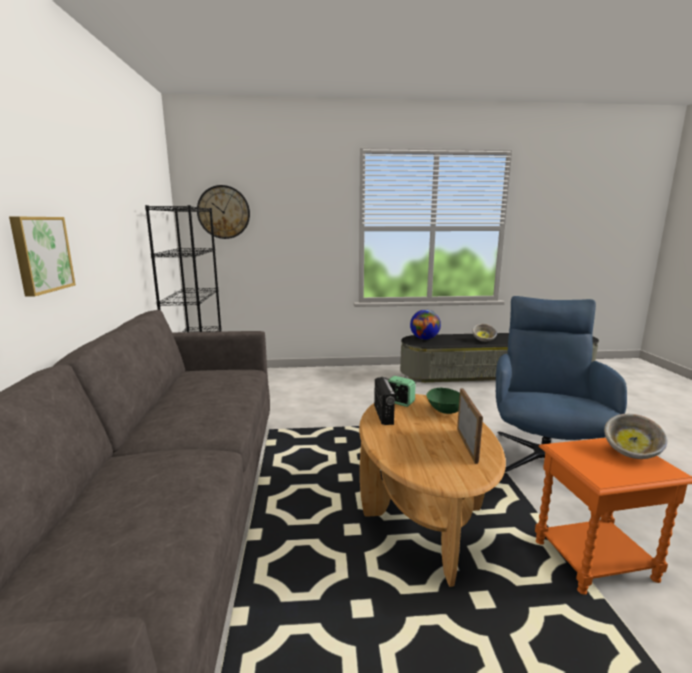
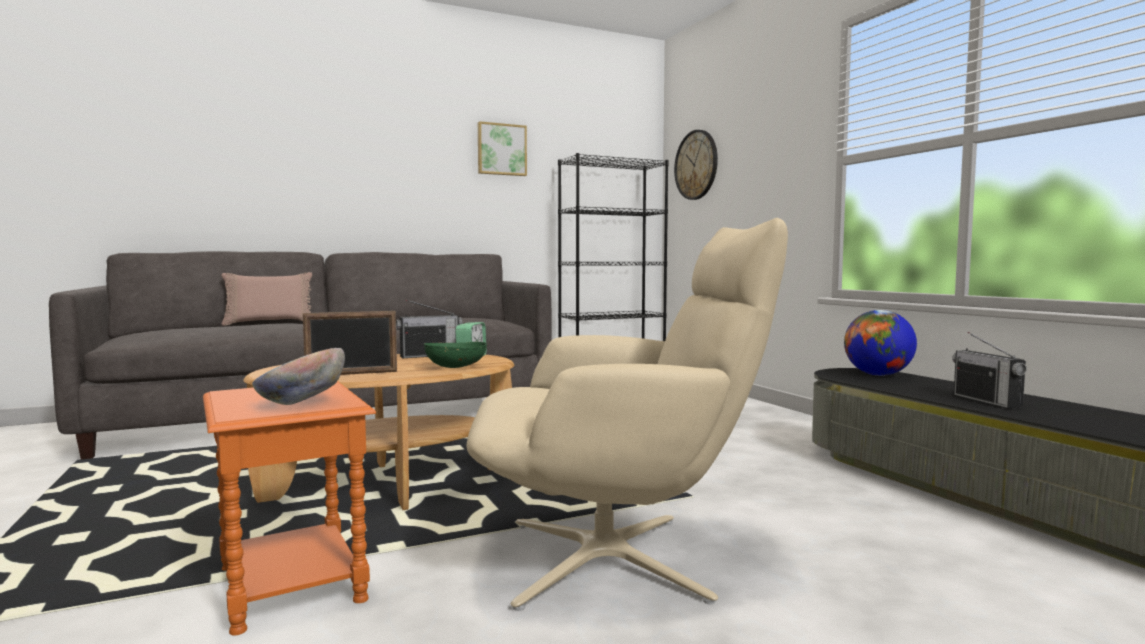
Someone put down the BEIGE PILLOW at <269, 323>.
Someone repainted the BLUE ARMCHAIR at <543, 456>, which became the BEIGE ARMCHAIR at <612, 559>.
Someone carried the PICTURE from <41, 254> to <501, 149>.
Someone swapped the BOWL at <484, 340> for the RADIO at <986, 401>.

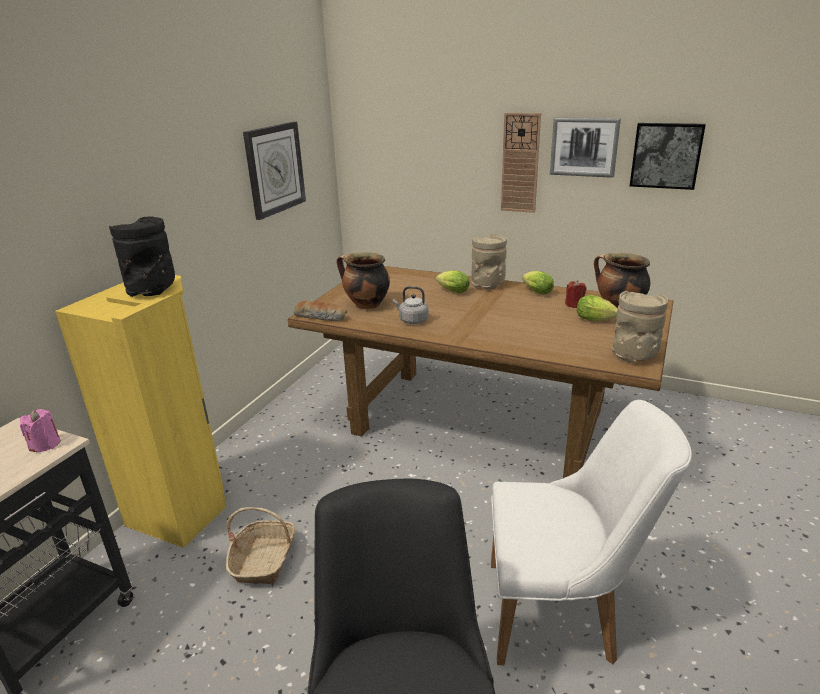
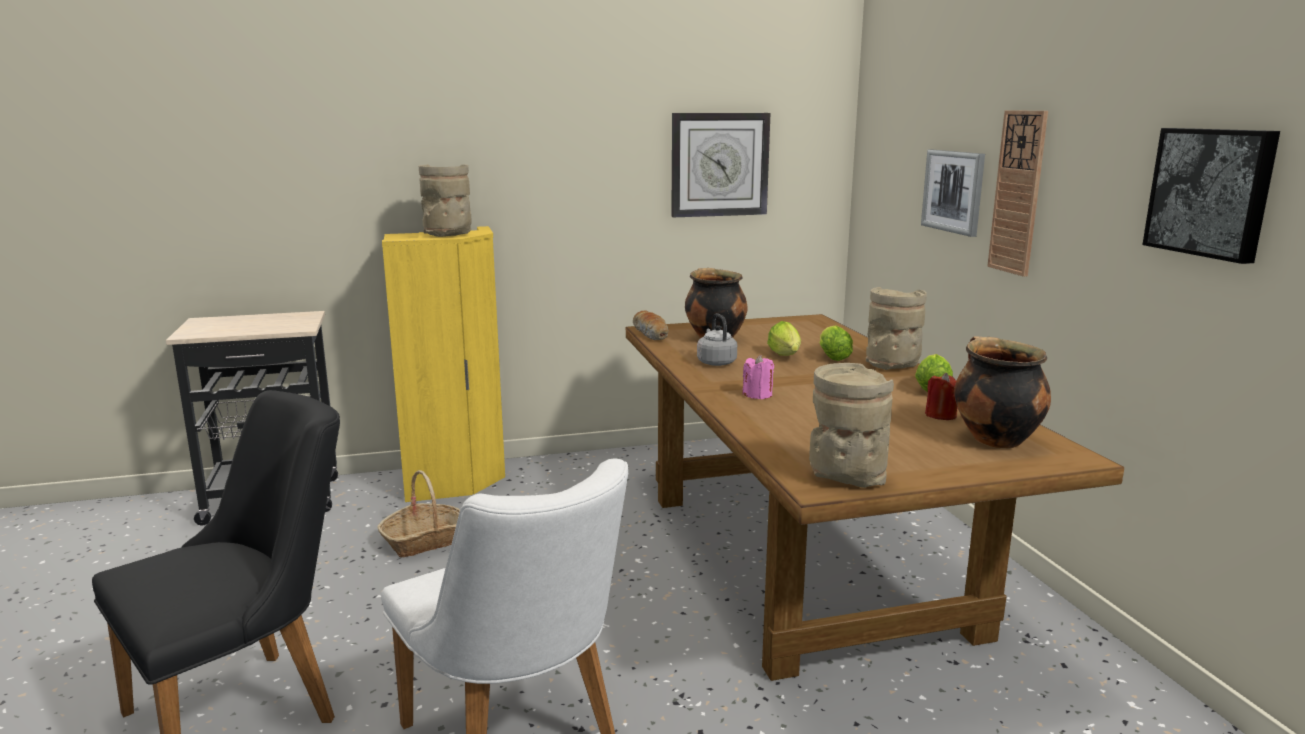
Someone repainted the BLACK VASE at <152, 291>, which became the BEIGE VASE at <447, 235>.
Someone carried the PINK CANDLE from <45, 444> to <757, 395>.
Someone carried the LETTUCE from <596, 320> to <786, 356>.
Someone carried the PICTURE from <584, 147> to <953, 191>.

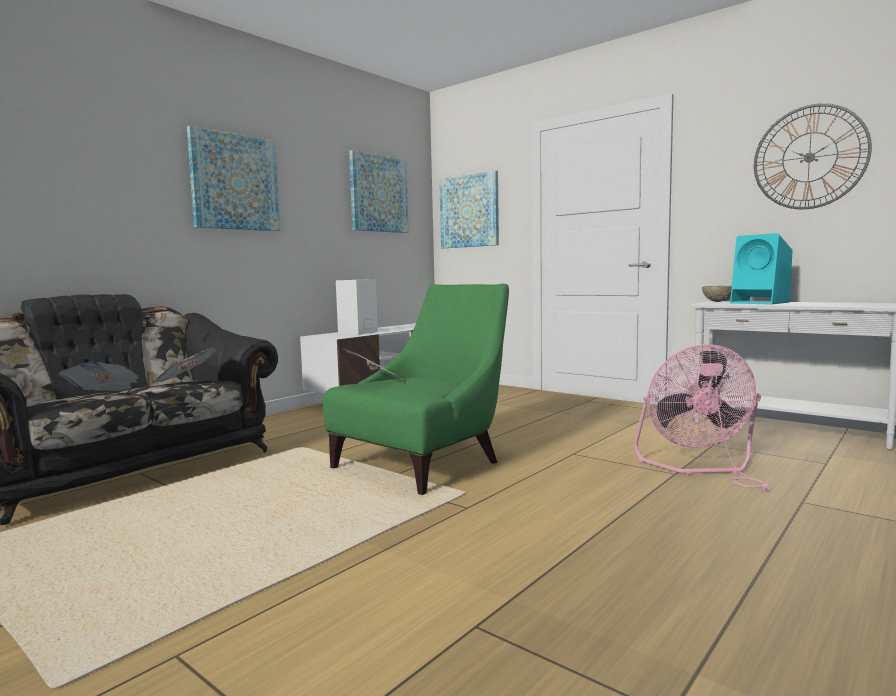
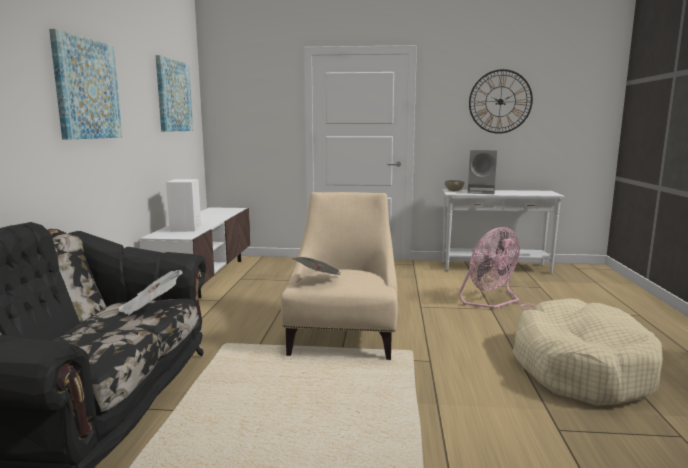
Someone repainted the GREEN ARMCHAIR at <426, 461>, which became the BEIGE ARMCHAIR at <344, 333>.
Someone repainted the TURQUOISE SPEAKER at <761, 303>, which became the GREY SPEAKER at <482, 192>.
Someone put down the BEIGE DOG BED at <580, 367>.
Someone took away the NEWSPAPER at <105, 396>.
Someone took away the PICTURE at <469, 211>.

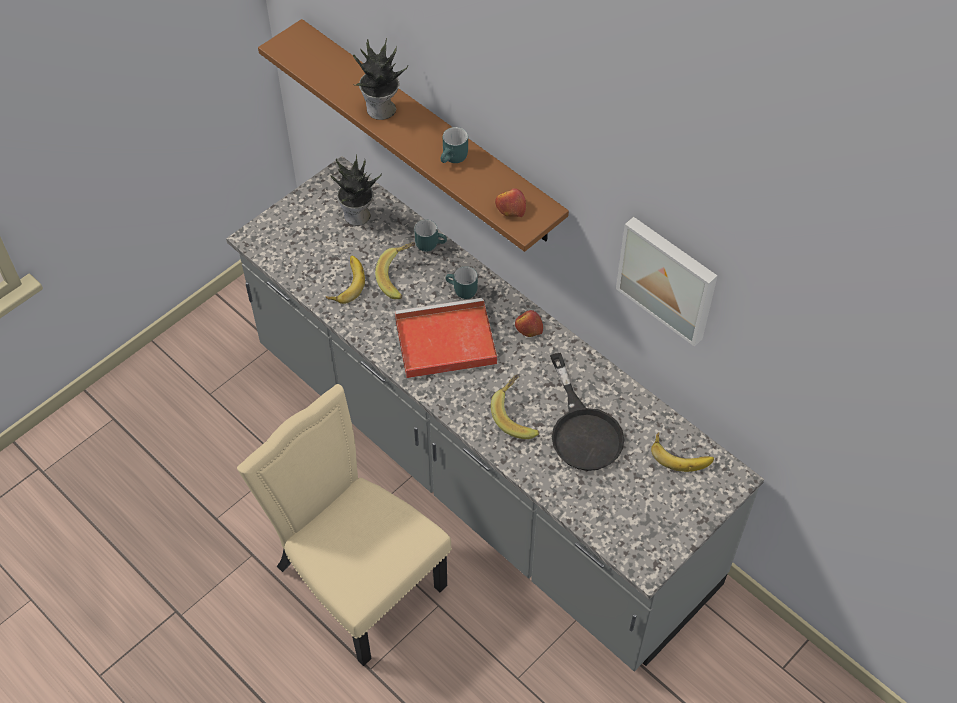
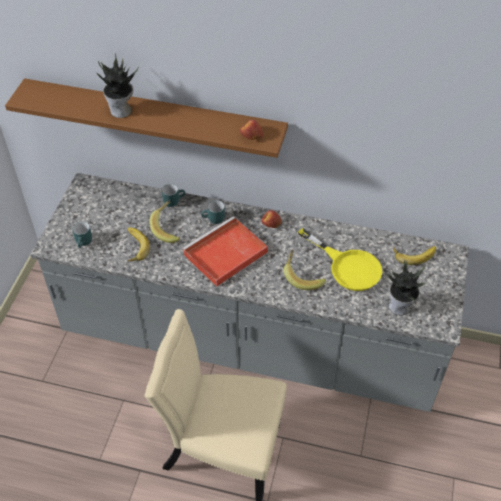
Someone carried the TURQUOISE MUG from <454, 159> to <84, 242>.
Someone repainted the BLACK FRYING PAN at <583, 430>, which became the YELLOW FRYING PAN at <348, 266>.
Someone carried the POTTED PLANT from <357, 216> to <400, 307>.
Someone took away the PICTURE at <668, 278>.

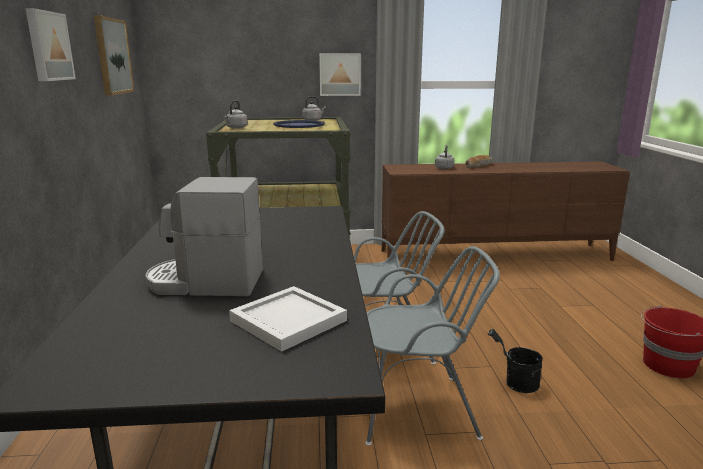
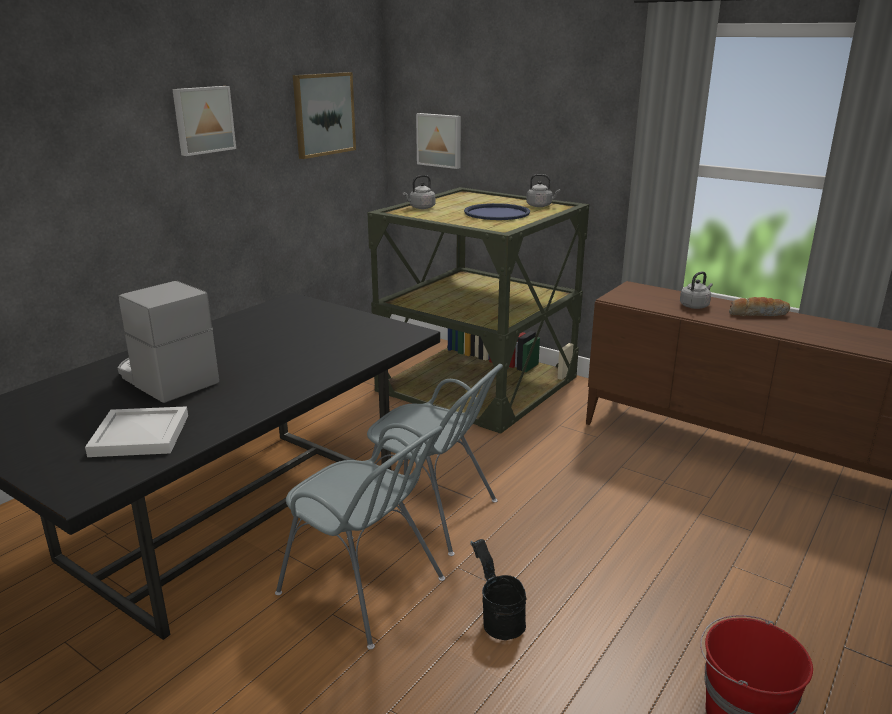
Someone carried the PICTURE from <340, 74> to <440, 140>.

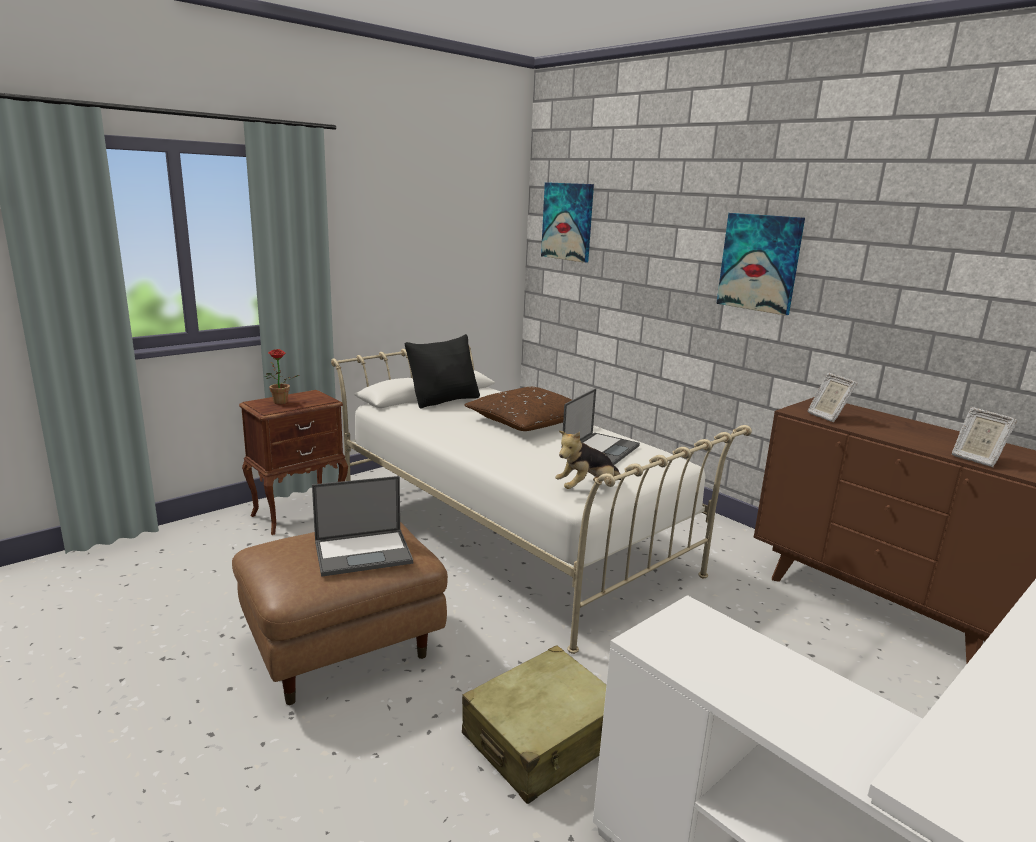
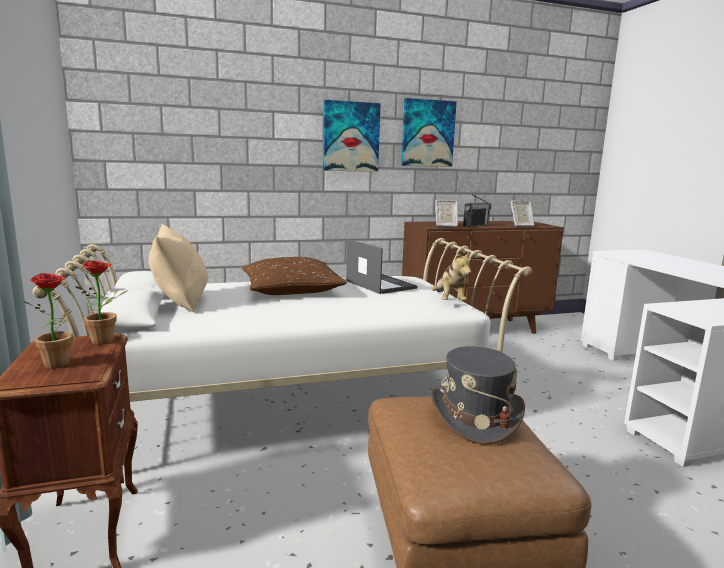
Someone put down the POTTED PLANT at <107, 341>.
Someone repainted the BLACK PILLOW at <444, 400>, which became the BEIGE PILLOW at <181, 302>.
Someone carried the PICTURE from <568, 221> to <427, 133>.
Someone swapped the LAPTOP at <364, 552> for the GREY HAT at <474, 416>.
Someone put down the RADIO at <476, 225>.
Someone took away the BEIGE SUITCASE at <542, 739>.

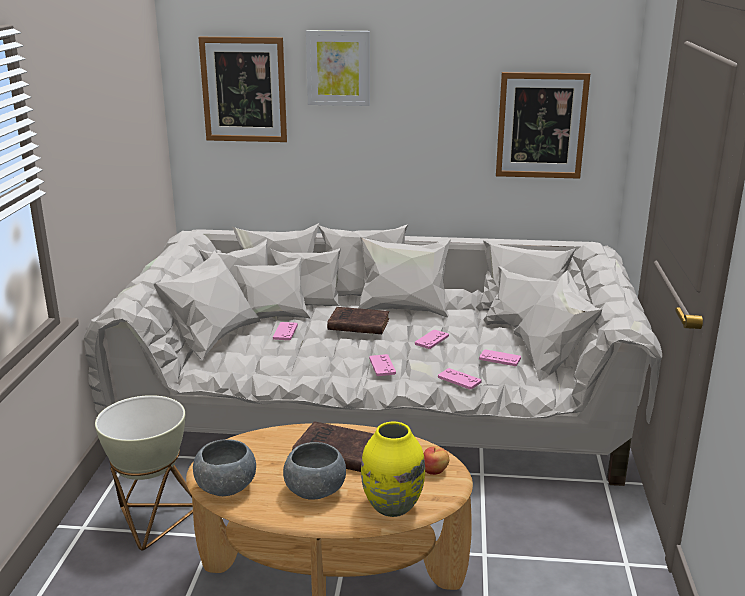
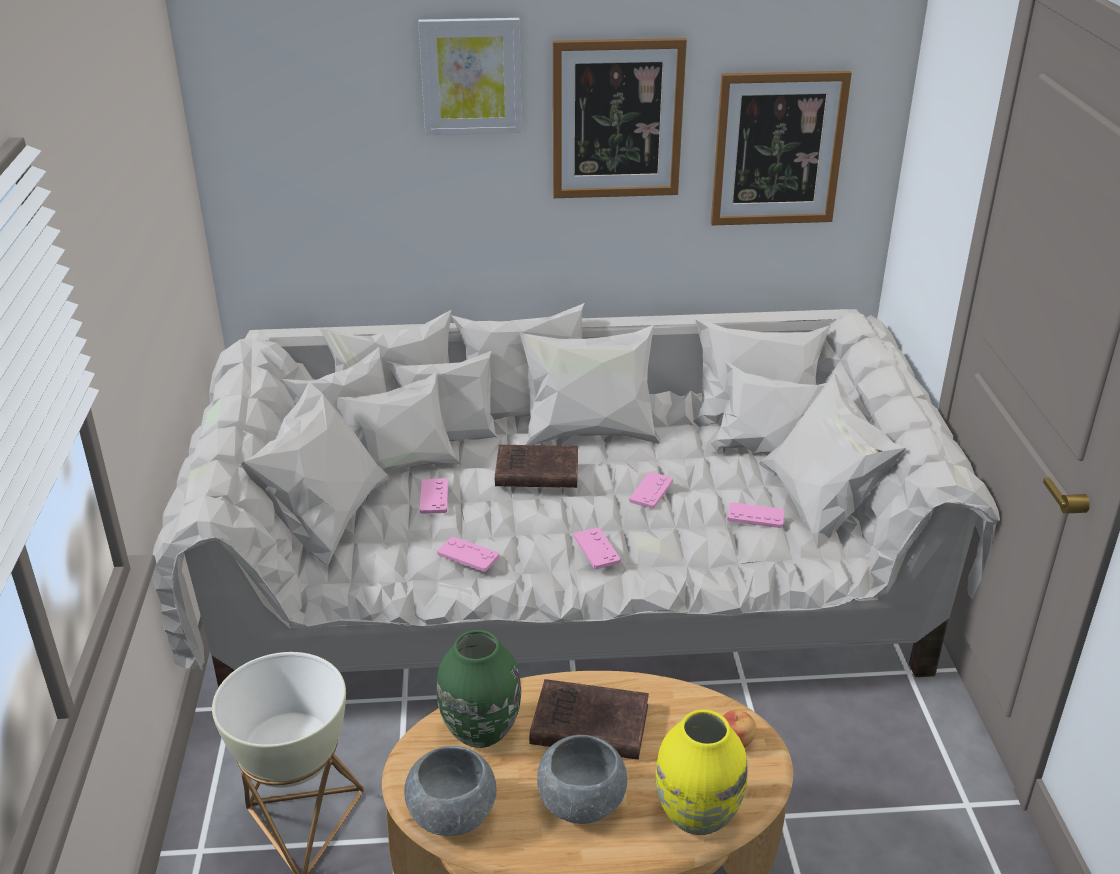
Someone carried the PINK GAME CONTROLLER from <459, 379> to <468, 555>.
Someone put down the GREEN VASE at <480, 730>.
Someone carried the PICTURE from <244, 90> to <617, 119>.

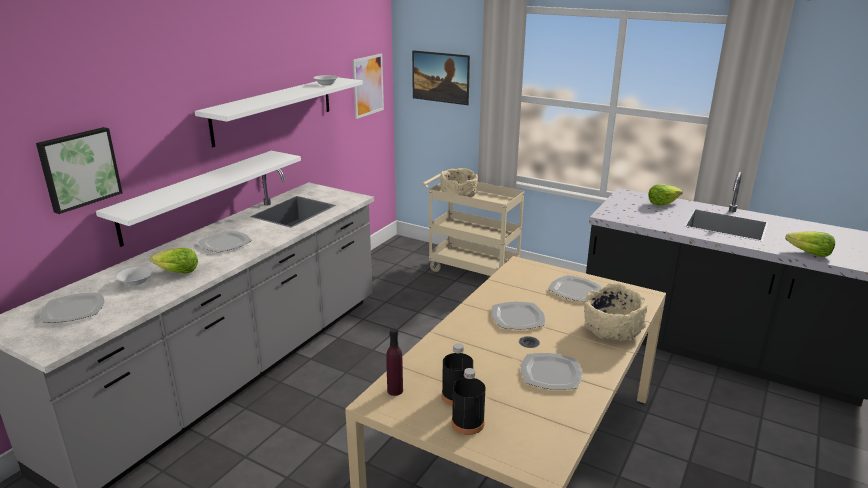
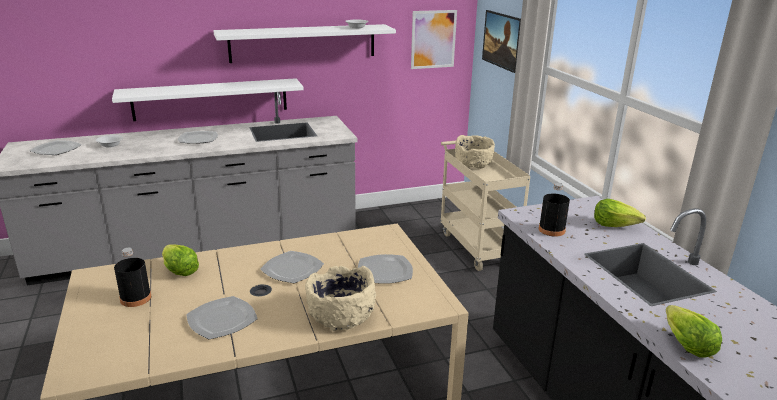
Someone carried the LETTUCE from <177, 272> to <179, 270>.
Someone carried the BLACK BOTTLE from <468, 423> to <551, 230>.
Someone took away the PICTURE at <79, 168>.
Someone took away the PURPLE BOTTLE at <395, 390>.

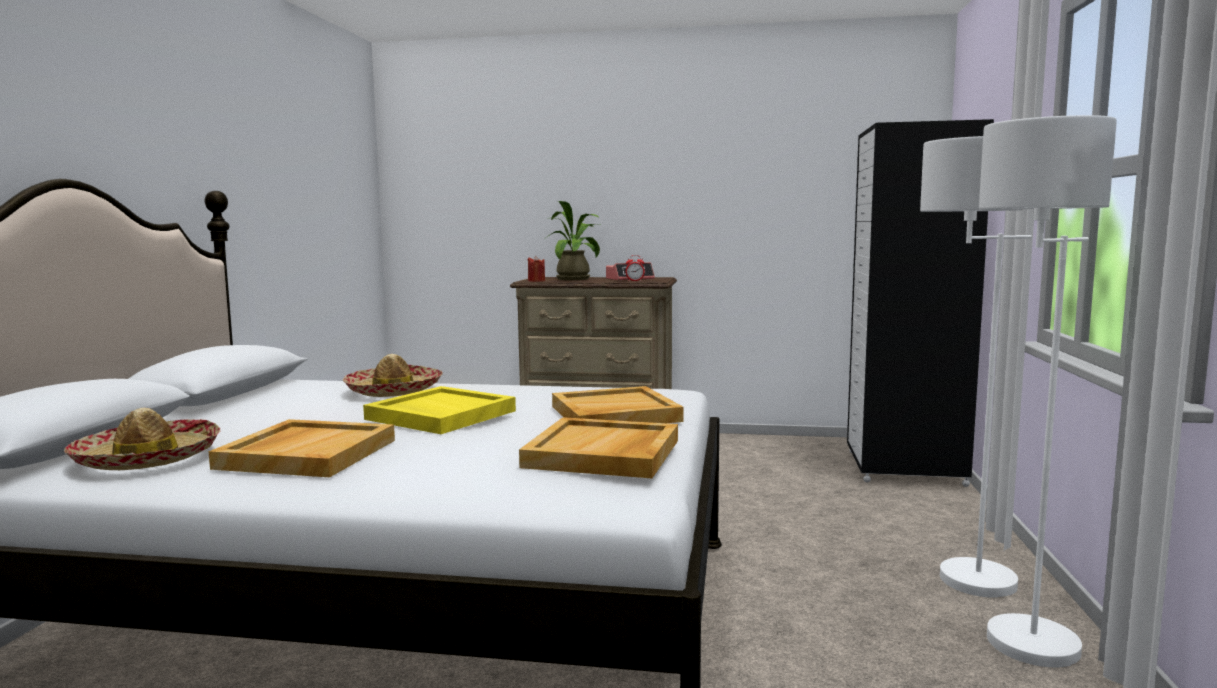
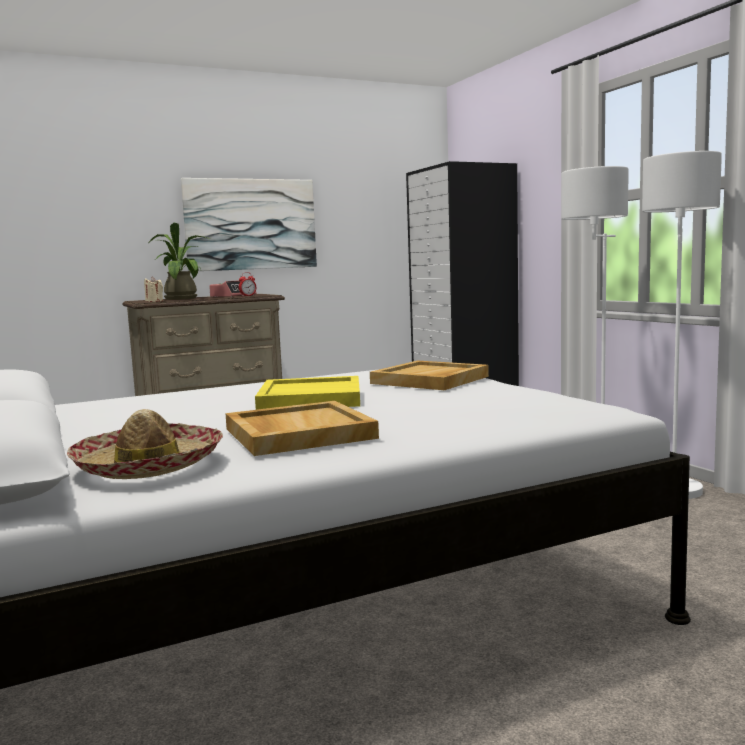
Someone repainted the RED CANDLE at <536, 281>, which became the BEIGE CANDLE at <154, 301>.
Someone put up the PICTURE at <251, 224>.
Someone took away the HAT at <393, 391>.
Someone took away the BEIGE TRAY at <604, 454>.

